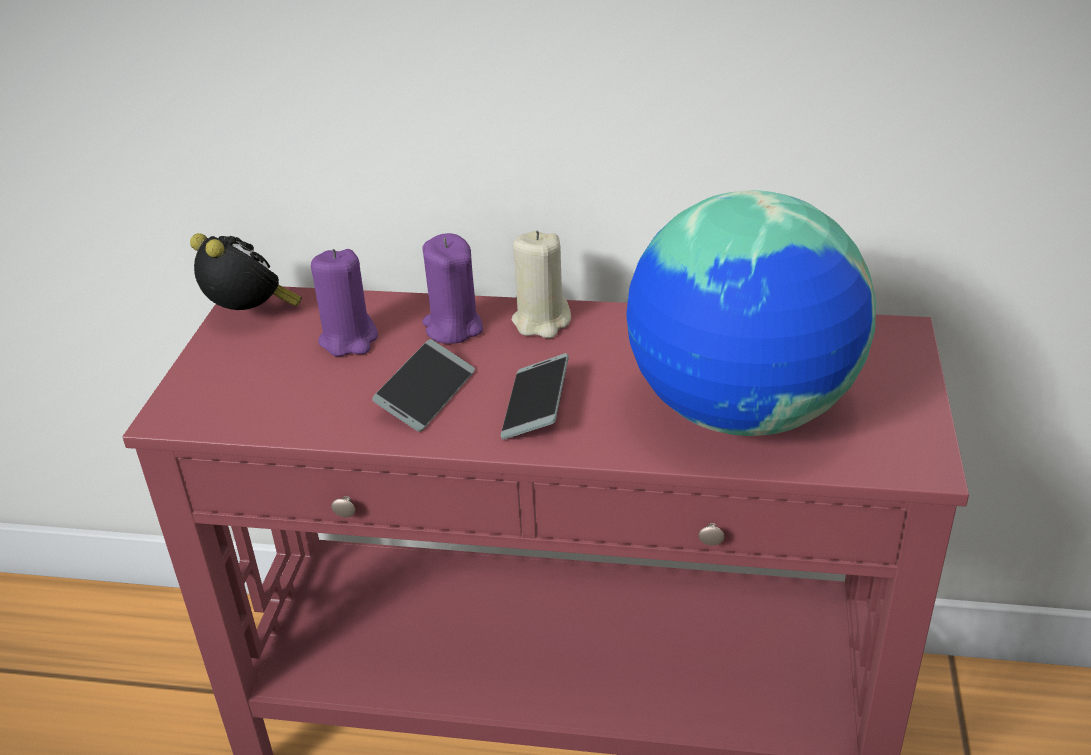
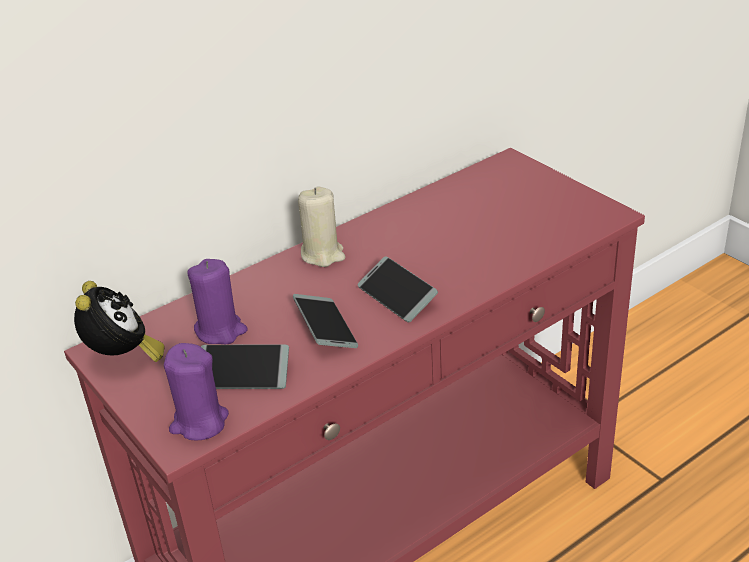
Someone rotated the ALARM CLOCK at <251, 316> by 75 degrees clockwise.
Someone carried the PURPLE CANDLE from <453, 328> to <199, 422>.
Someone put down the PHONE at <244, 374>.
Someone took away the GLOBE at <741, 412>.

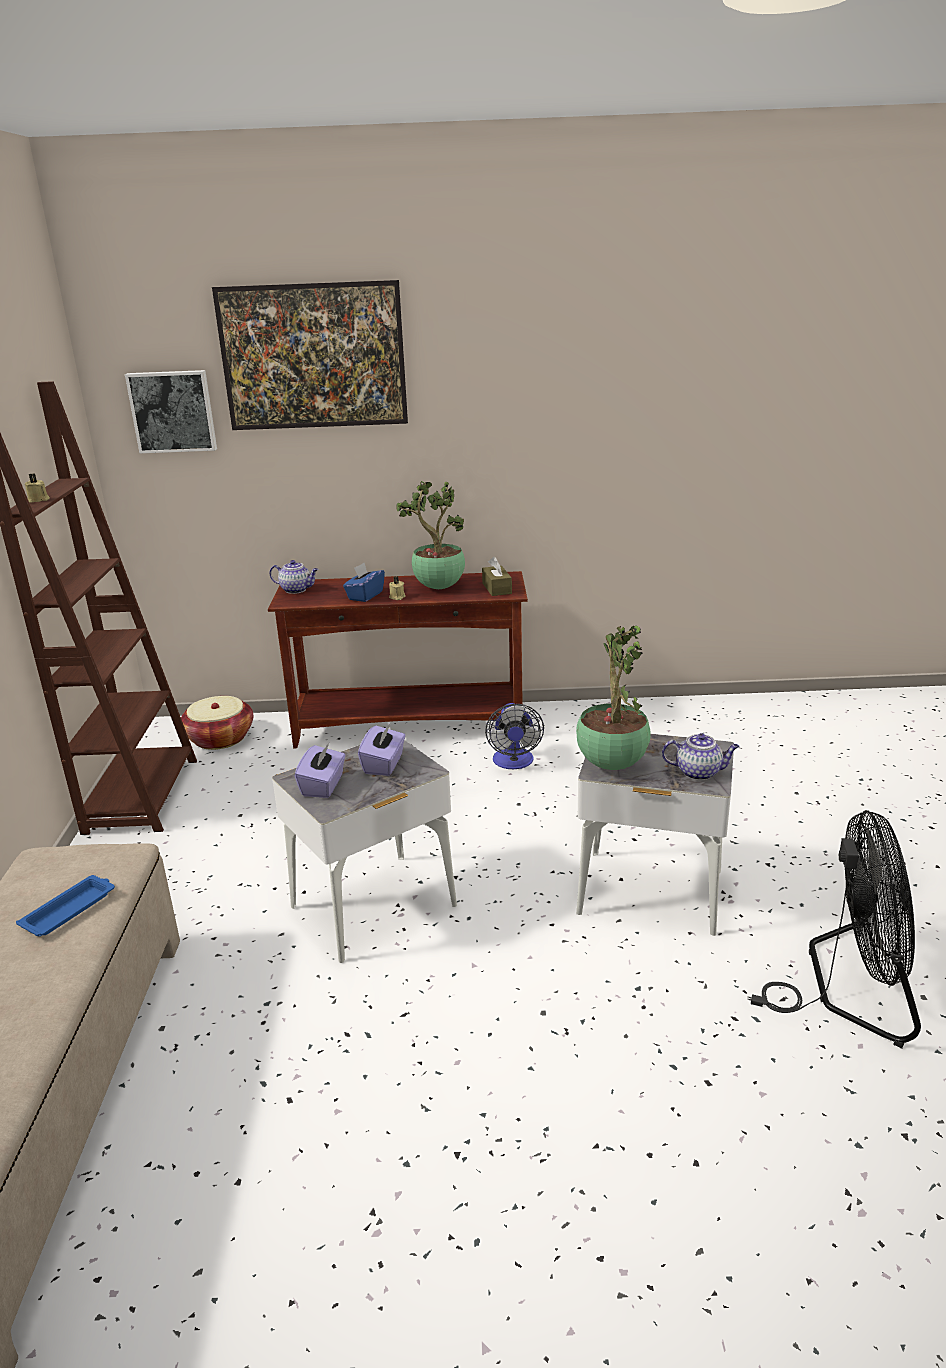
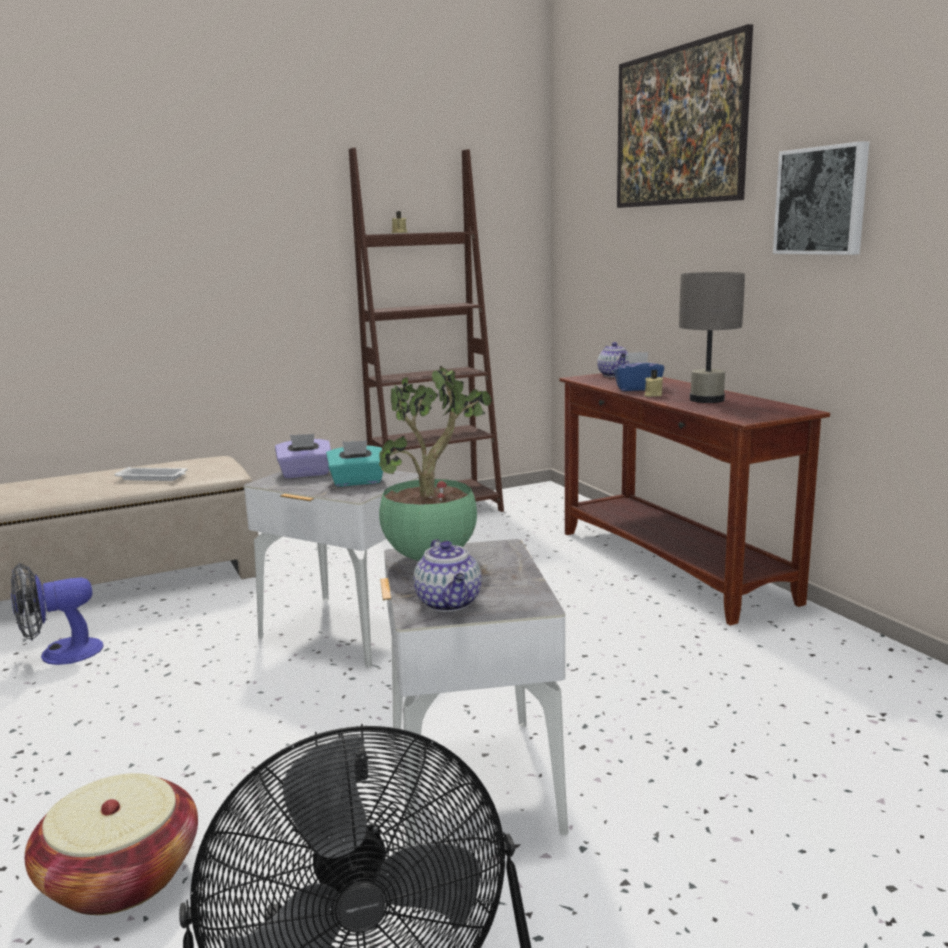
Someone carried the FAN from <514, 763> to <60, 654>.
Someone carried the BASKET from <220, 738> to <121, 876>.
Someone repainted the BLUE TRAY at <70, 909>, which became the WHITE TRAY at <153, 478>.
Someone repainted the PURPLE TISSUE BOX at <384, 764>, which became the TURQUOISE TISSUE BOX at <357, 482>.
Someone swapped the POTTED PLANT at <438, 588> for the GREY TABLE LAMP at <706, 399>.
Someone carried the PICTURE from <173, 411> to <822, 201>.
Someone took away the BROWN TISSUE BOX at <497, 588>.

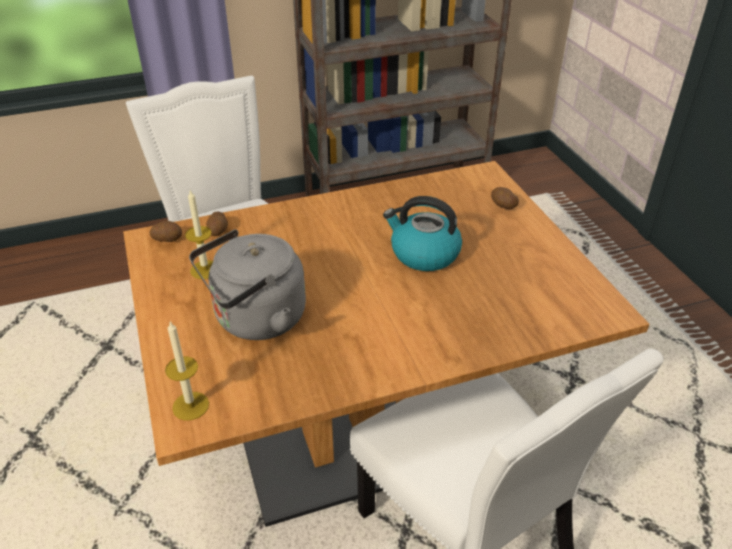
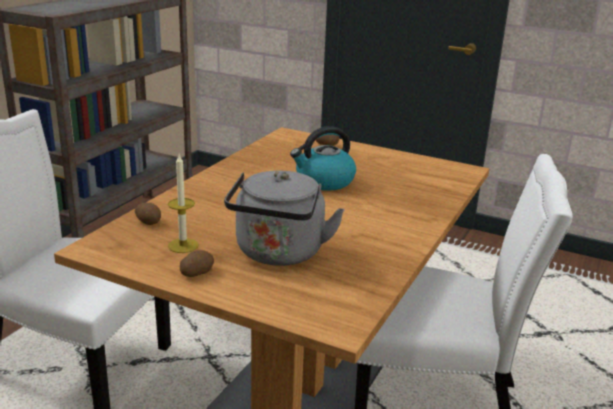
Someone carried the POTATO from <167, 238> to <196, 273>.
Someone took away the CANDLE at <190, 406>.

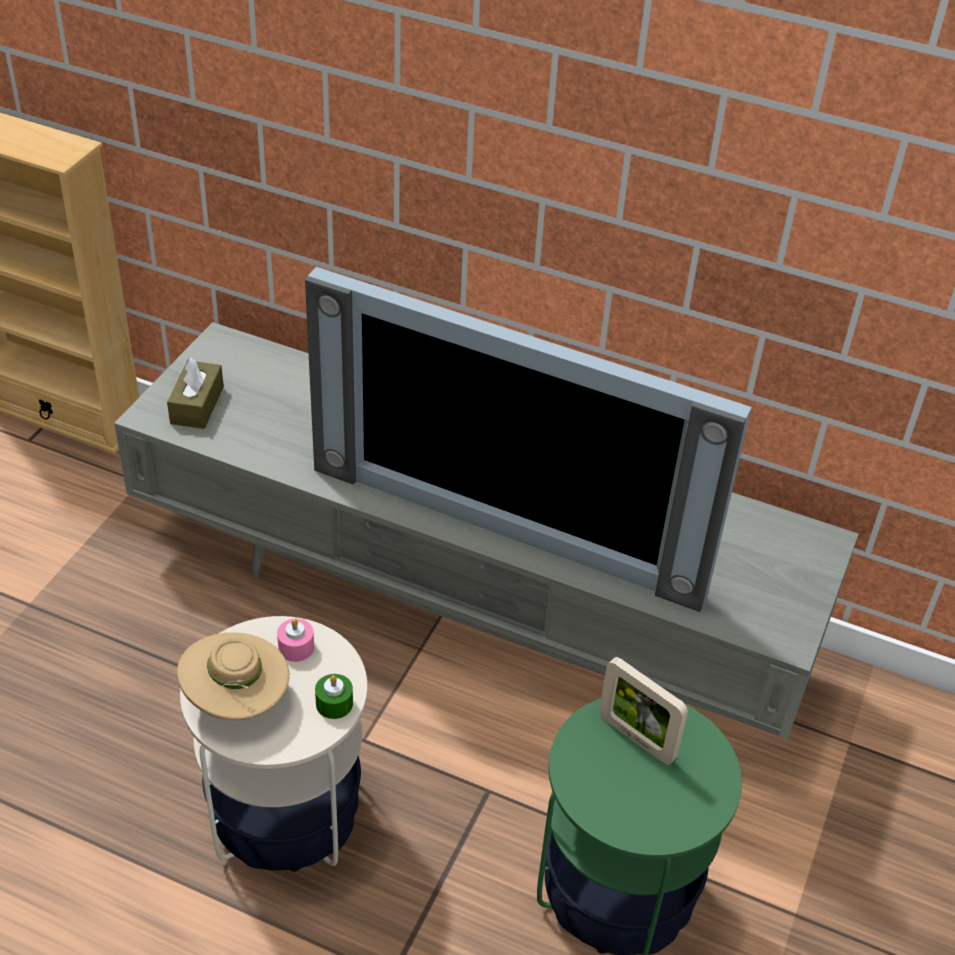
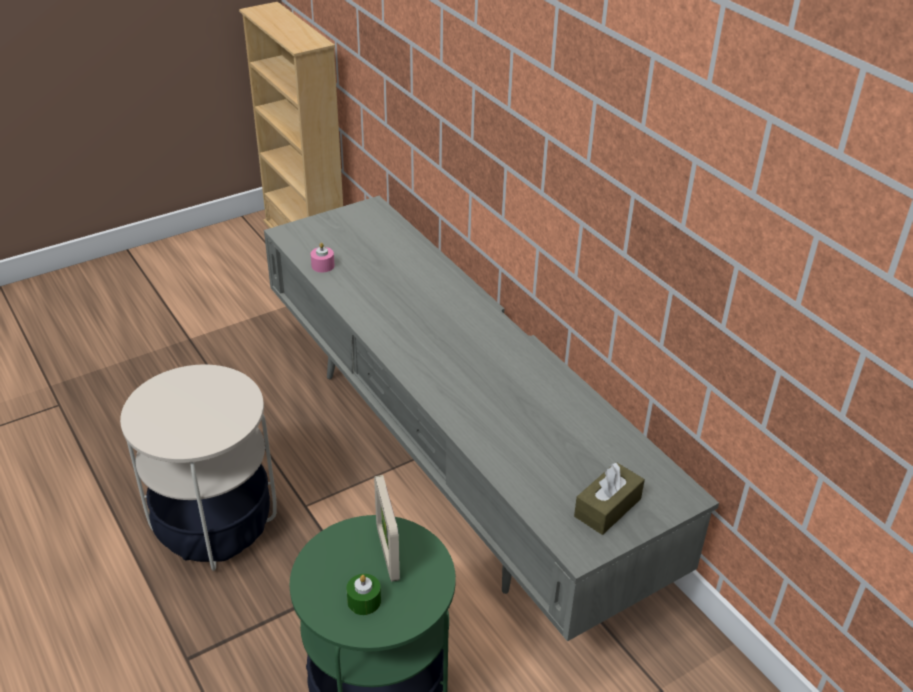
Someone carried the PINK CANDLE from <296, 647> to <323, 265>.
Someone carried the GREEN CANDLE from <334, 703> to <364, 601>.
Someone carried the BROWN TISSUE BOX from <197, 405> to <607, 507>.
Someone took away the BEIGE HAT at <237, 700>.
Someone took away the TELEVISION at <510, 520>.

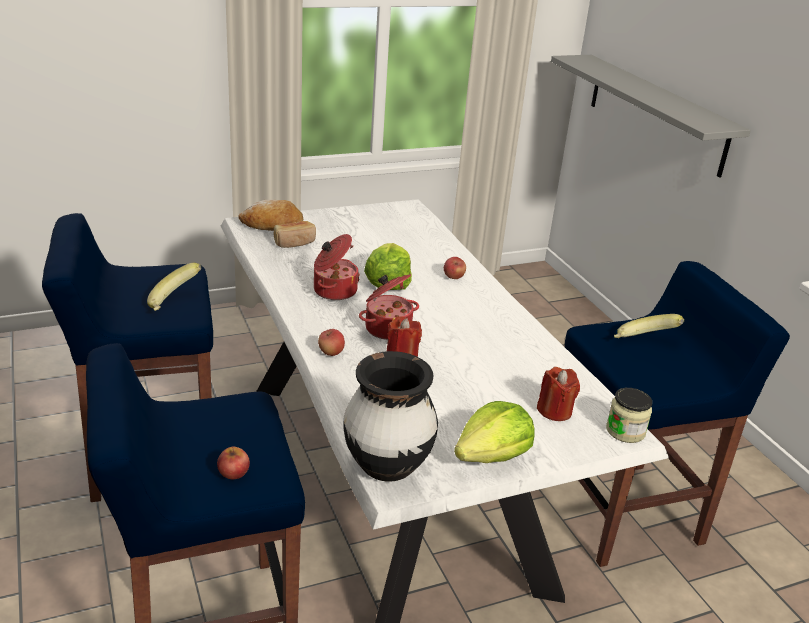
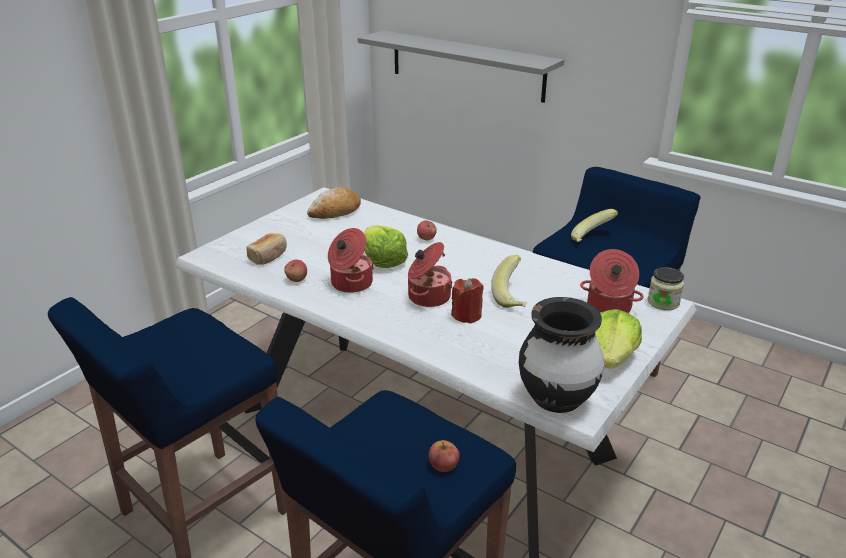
Someone carried the APPLE from <331, 352> to <296, 280>.
Someone carried the BREAD from <272, 225> to <335, 211>.
Someone carried the BANANA from <175, 303> to <513, 297>.
Someone swapped the RED CANDLE at <554, 411> for the COOKING POT at <608, 308>.

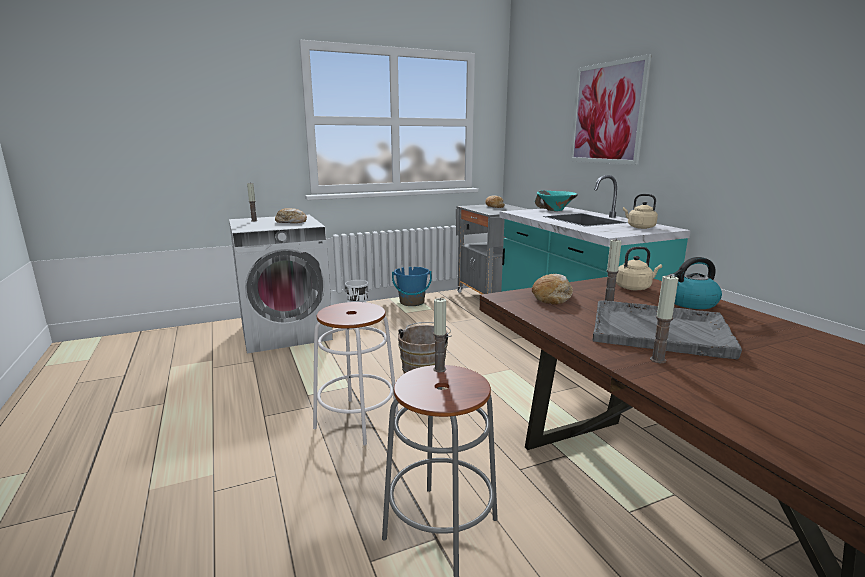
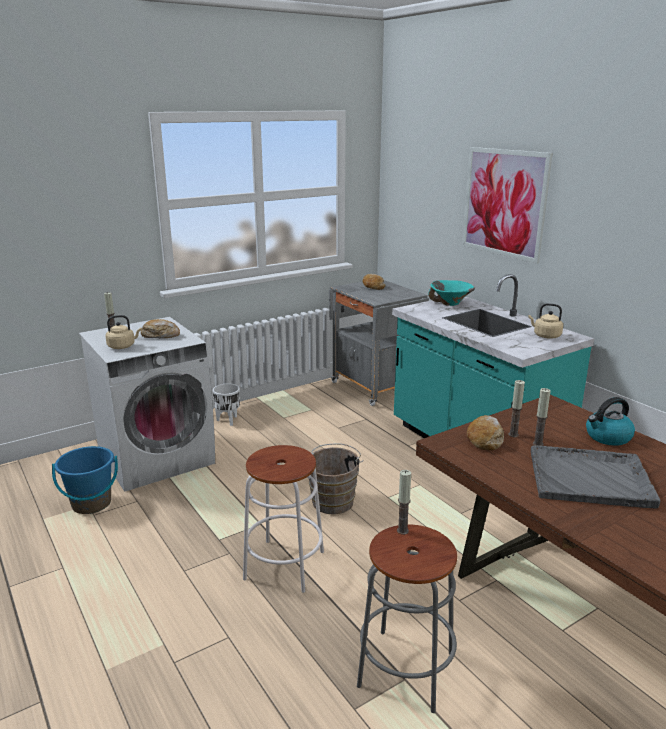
Someone carried the BLUE BUCKET from <412, 302> to <91, 504>.
Someone carried the BEIGE KETTLE from <634, 288> to <123, 346>.
Someone carried the CANDLE from <657, 360> to <513, 434>.

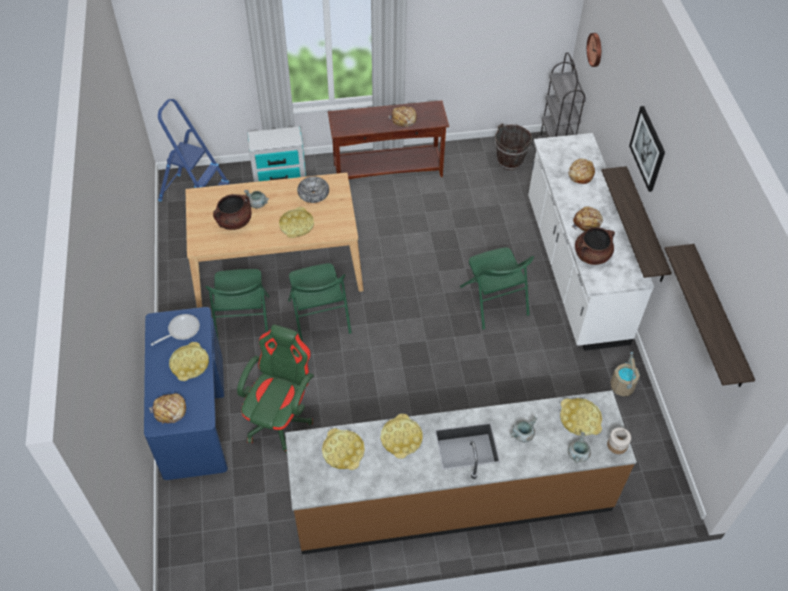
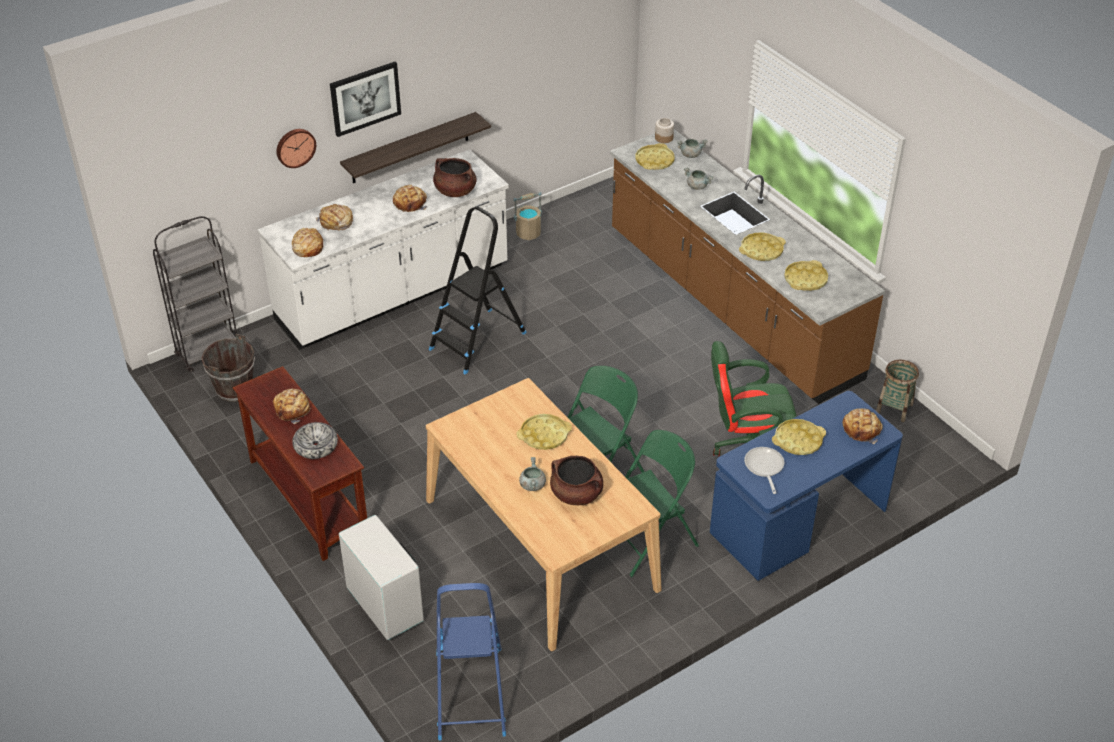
Someone carried the WALL CLOCK from <595, 49> to <295, 147>.
Someone put down the BREAD at <307, 247>.
Someone carried the BOWL from <313, 193> to <315, 445>.
Someone swapped the GREEN CHAIR at <494, 301> for the BLACK STEP LADDER at <477, 341>.
Someone rotated the FRYING PAN at <181, 330> by 60 degrees clockwise.
Someone put down the BASKET at <894, 408>.
Someone took away the SHELF at <718, 317>.

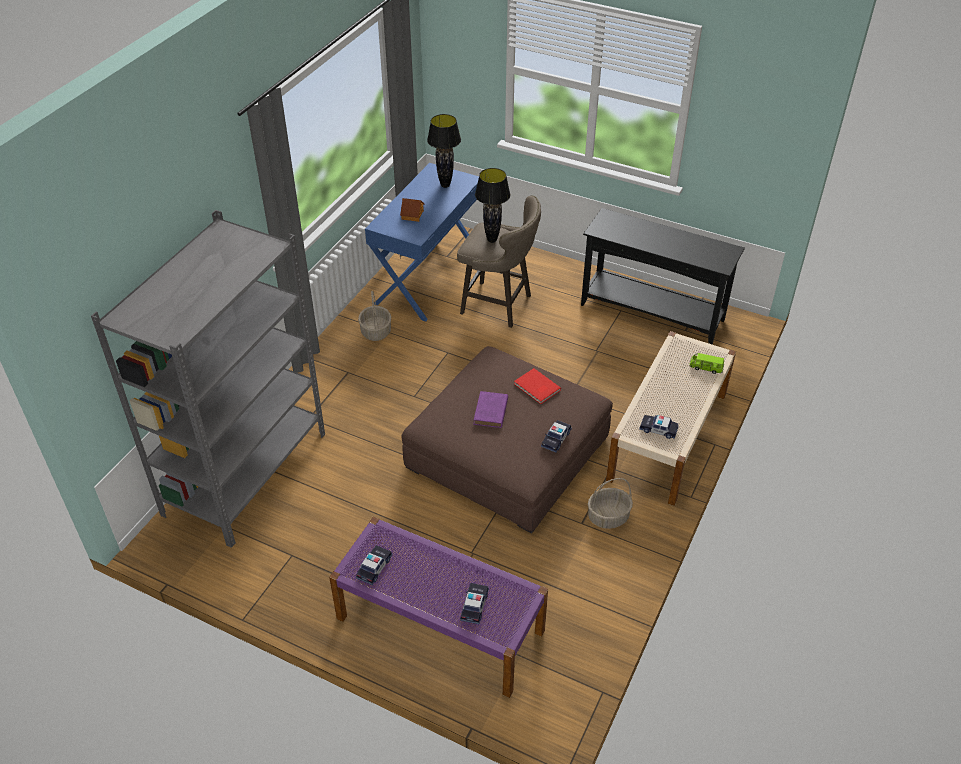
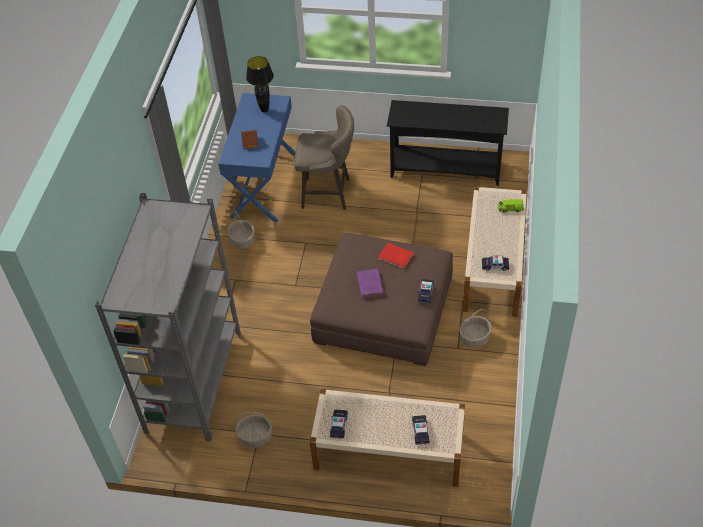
Someone put down the BASKET at <255, 437>.
Someone repainted the PURPLE BENCH at <439, 625>, which became the BEIGE BENCH at <388, 452>.
Someone took away the BLACK TABLE LAMP at <492, 240>.

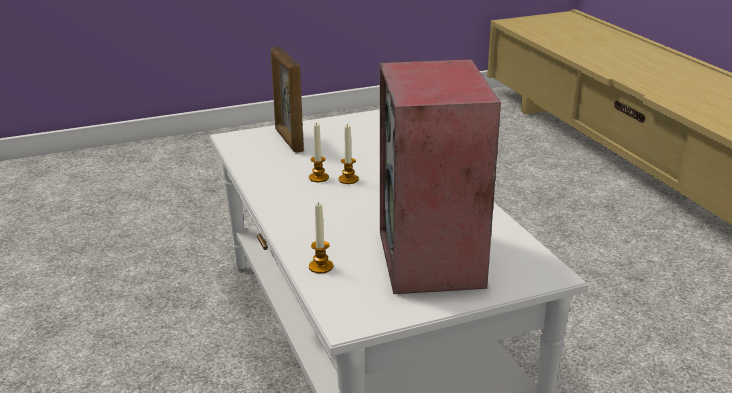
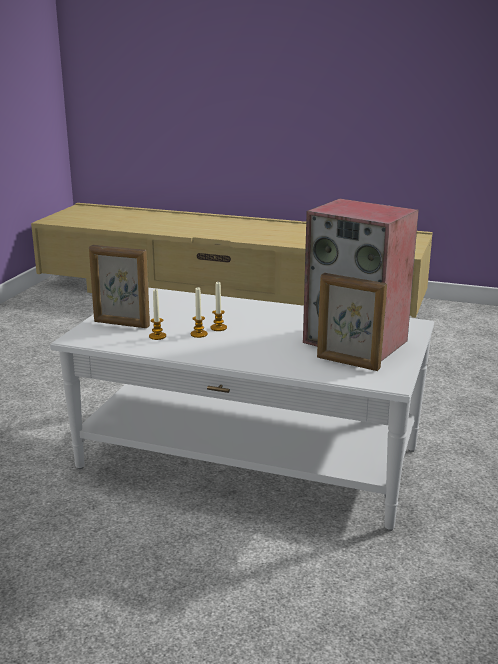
Someone carried the CANDLE from <321, 267> to <157, 336>.
Someone put down the PICTURE FRAME at <347, 363>.

